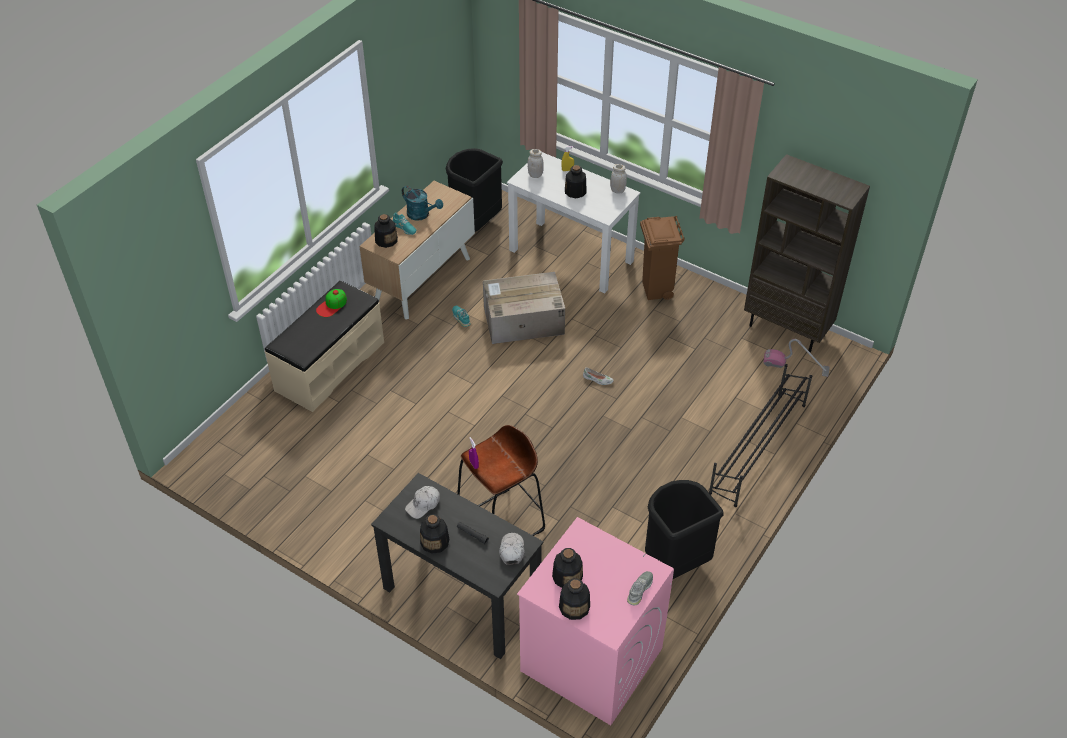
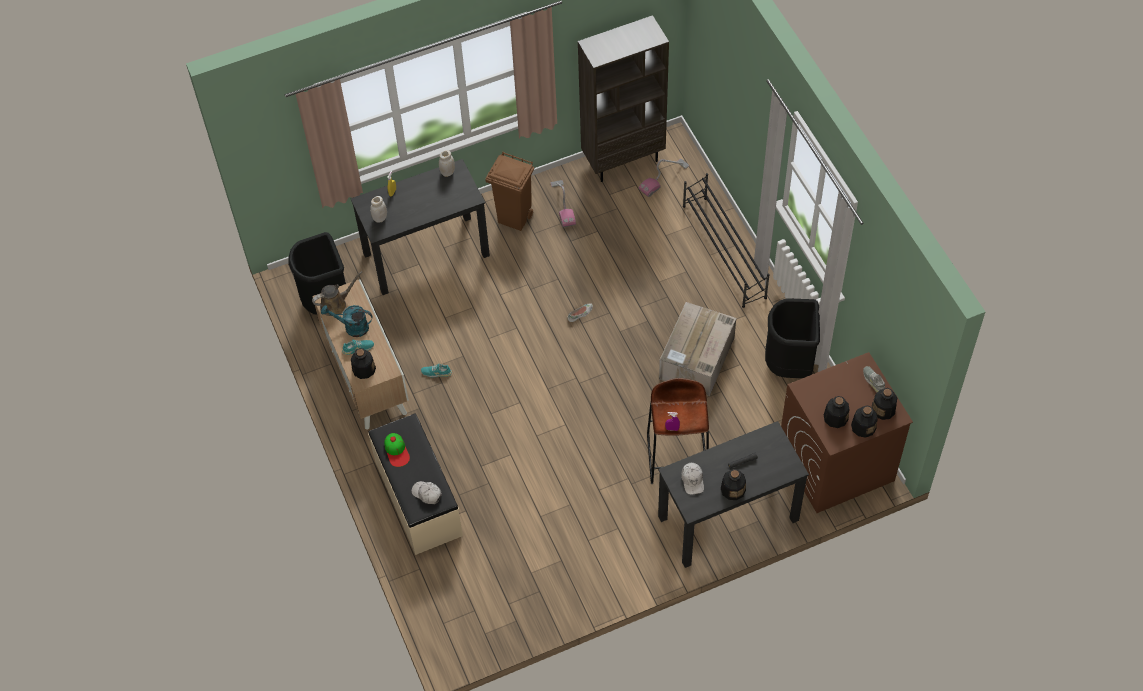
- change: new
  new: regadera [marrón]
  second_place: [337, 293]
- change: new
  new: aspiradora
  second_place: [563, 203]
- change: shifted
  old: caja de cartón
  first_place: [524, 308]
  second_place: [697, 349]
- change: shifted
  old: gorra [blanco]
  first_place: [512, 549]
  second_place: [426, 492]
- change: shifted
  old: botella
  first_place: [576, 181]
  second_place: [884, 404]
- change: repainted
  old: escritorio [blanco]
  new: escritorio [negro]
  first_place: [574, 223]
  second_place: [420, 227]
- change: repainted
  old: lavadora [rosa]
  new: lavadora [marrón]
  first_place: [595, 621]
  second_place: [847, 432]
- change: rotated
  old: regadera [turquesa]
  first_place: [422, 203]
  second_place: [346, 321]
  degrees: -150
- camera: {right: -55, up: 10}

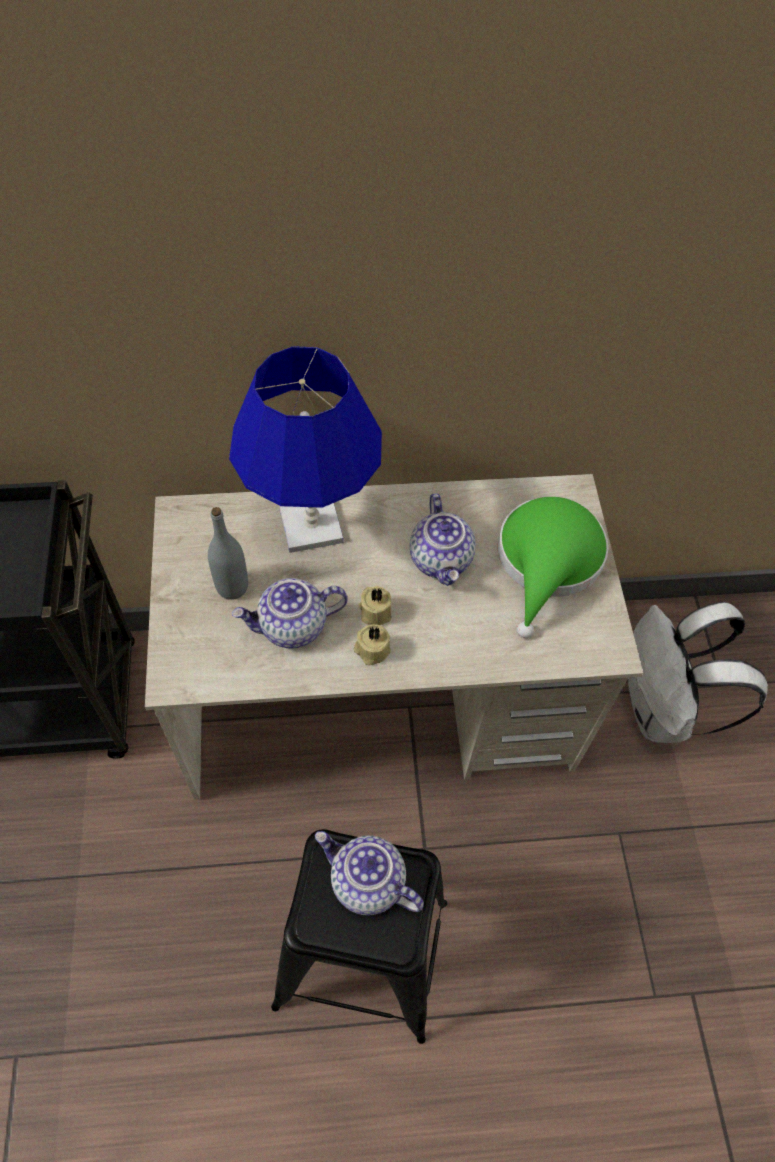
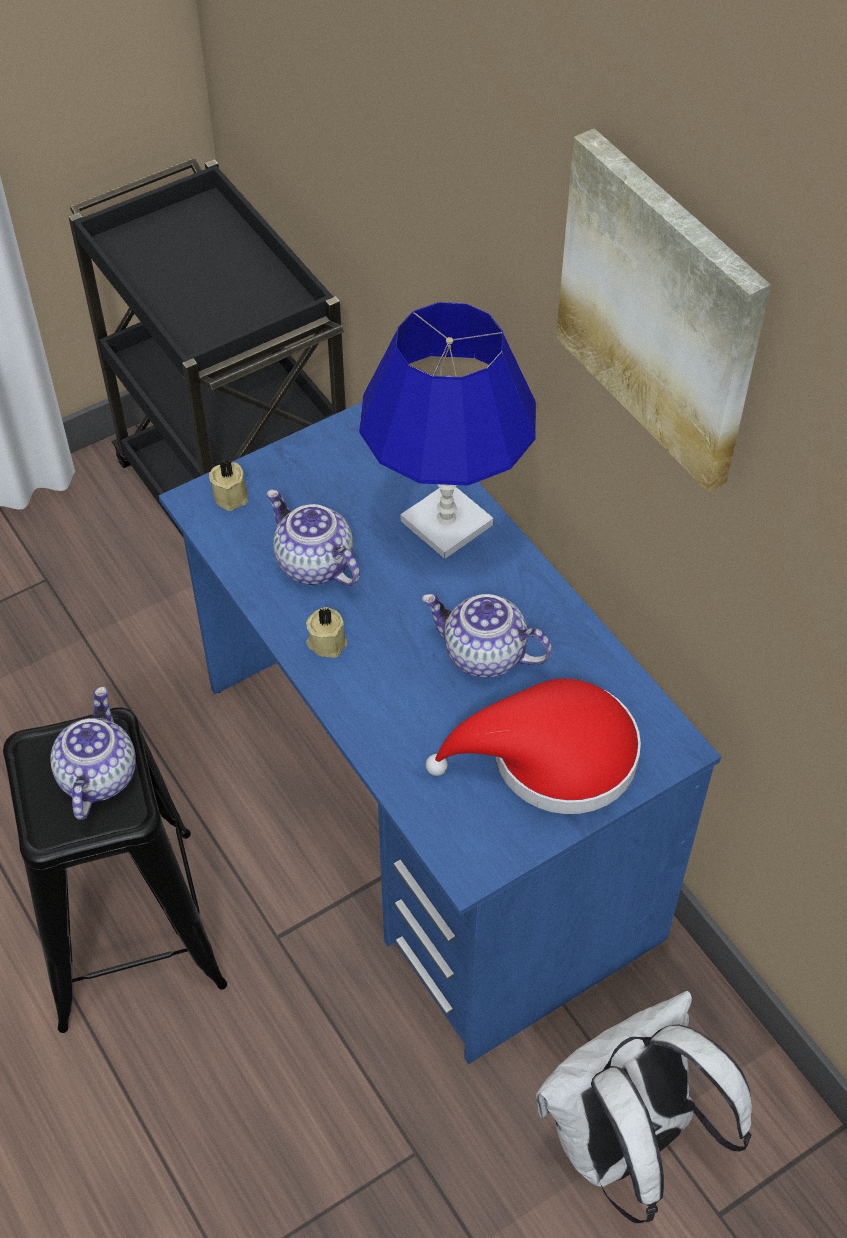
- change: gone
  old: botella [gris]
  first_place: [228, 553]
- change: new
  new: cuadro
  second_place: [663, 310]
- change: shifted
  old: vela [beis]
  first_place: [375, 605]
  second_place: [228, 485]
- change: repainted
  old: escritorio [beis]
  new: escritorio [azul]
  first_place: [394, 637]
  second_place: [440, 733]
- change: repainted
  old: sombrero [verde]
  new: sombrero [rojo]
  first_place: [553, 567]
  second_place: [533, 746]
- change: rotated
  old: tetera
  first_place: [443, 539]
  second_place: [487, 635]
  degrees: 60
- camera: {right: 65, up: -5}

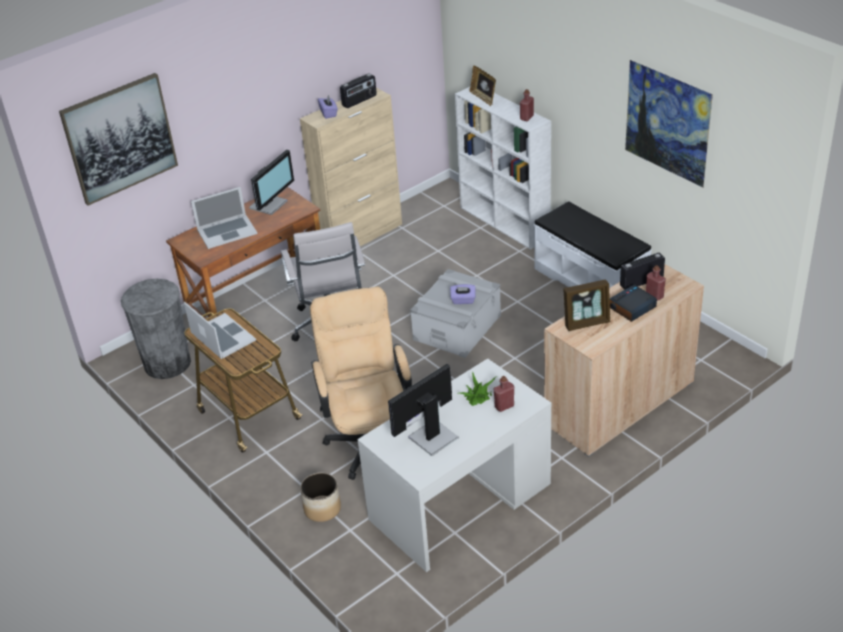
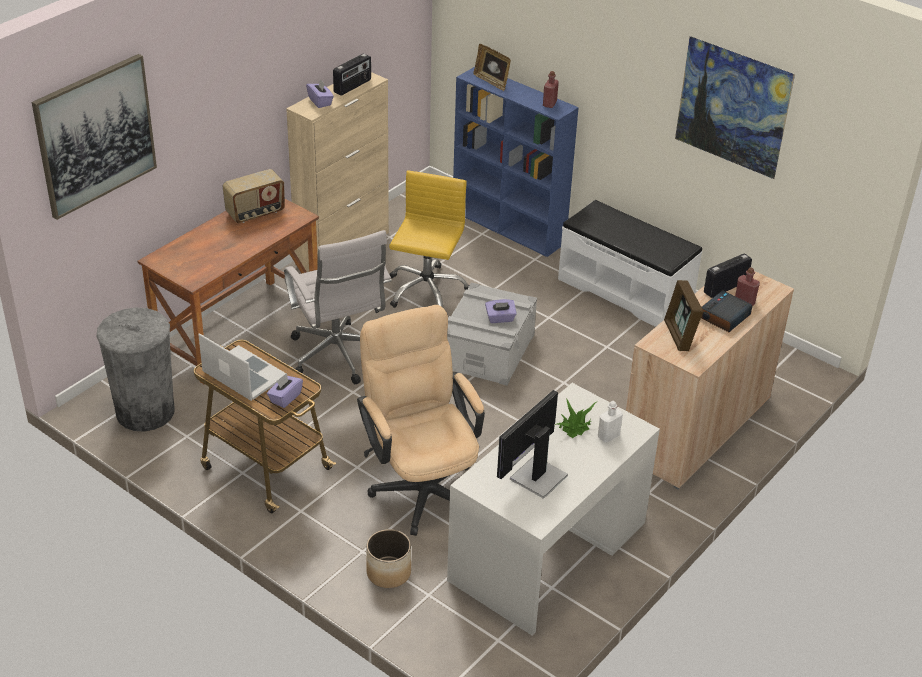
- change: gone
  old: portátil
  first_place: [224, 218]
- change: new
  new: caja de pañuelos [morado]
  second_place: [285, 391]
- change: new
  new: silla de oficina [amarillo]
  second_place: [429, 239]
- change: swapped
  old: monitor
  new: radio
  first_place: [271, 182]
  second_place: [254, 196]
- change: repainted
  old: estantería [blanco]
  new: estantería [azul]
  first_place: [503, 168]
  second_place: [516, 162]
- change: repainted
  old: botella [rojo]
  new: botella [blanco]
  first_place: [504, 394]
  second_place: [610, 422]
- change: rotated
  old: portarretratos
  first_place: [586, 305]
  second_place: [683, 315]
  degrees: 105
- camera: {right: -15, up: 0}

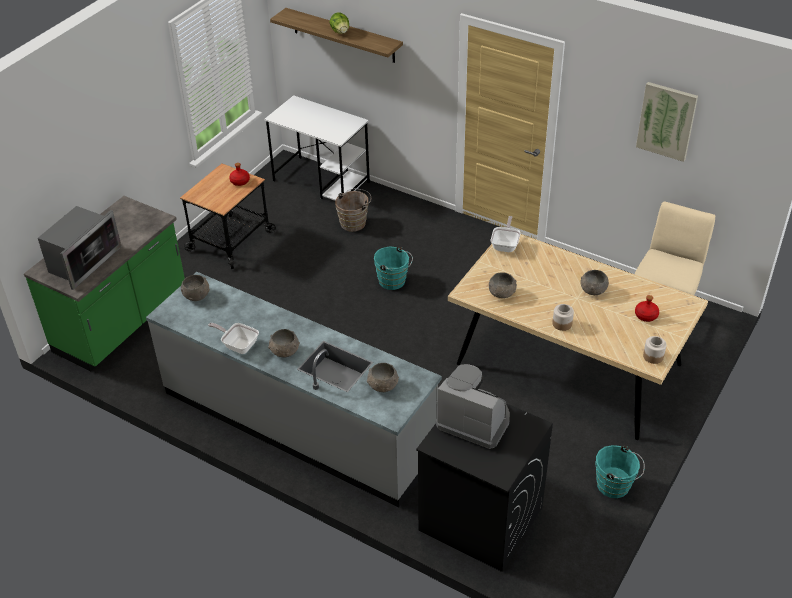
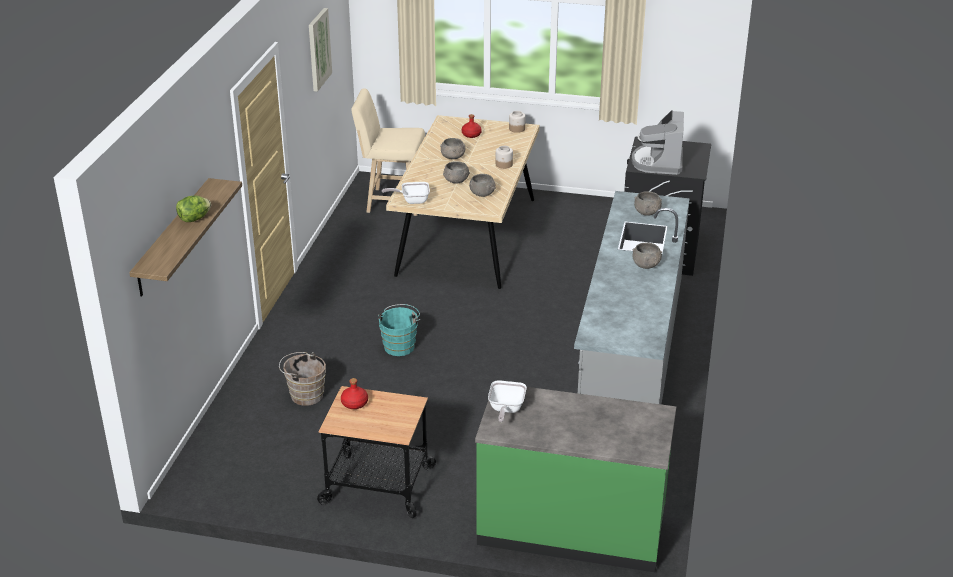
- change: gone
  old: microondas
  first_place: [80, 248]
- change: gone
  old: escritorio [blanco]
  first_place: [317, 148]
- change: gone
  old: cubo [turquesa]
  first_place: [620, 471]
- change: shifted
  old: cuenco [gris]
  first_place: [195, 288]
  second_place: [456, 172]
- change: shifted
  old: sartén
  first_place: [233, 338]
  second_place: [507, 401]
- camera: {right: -110, up: -10}

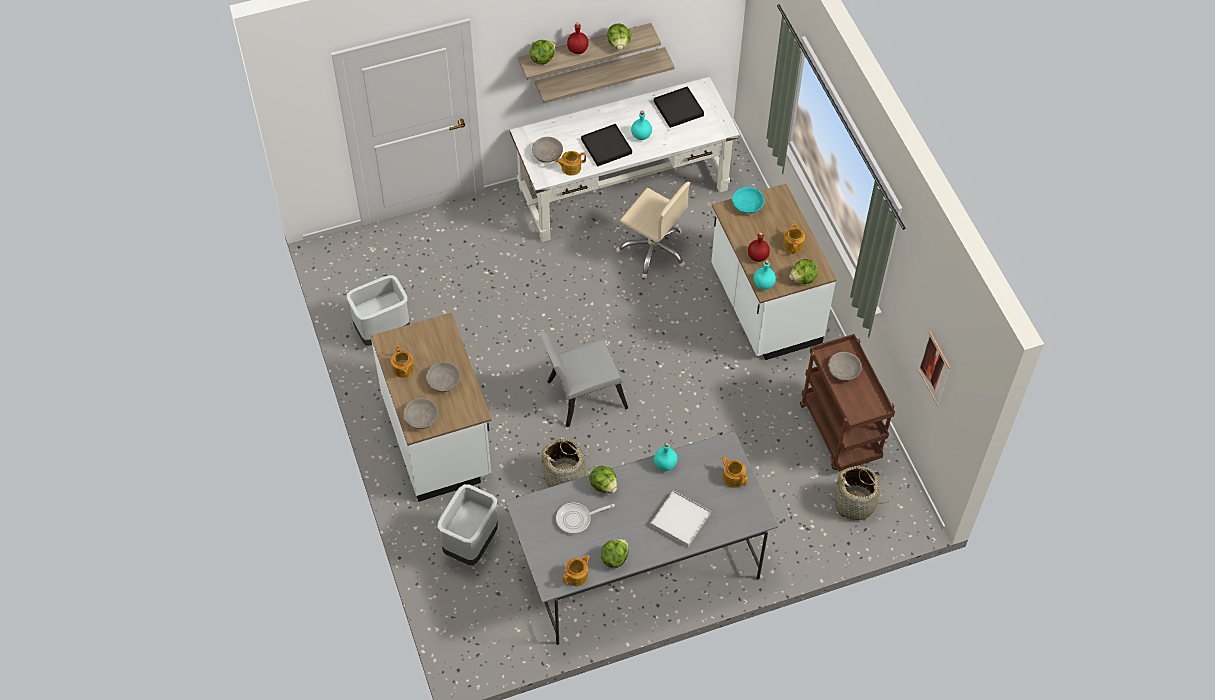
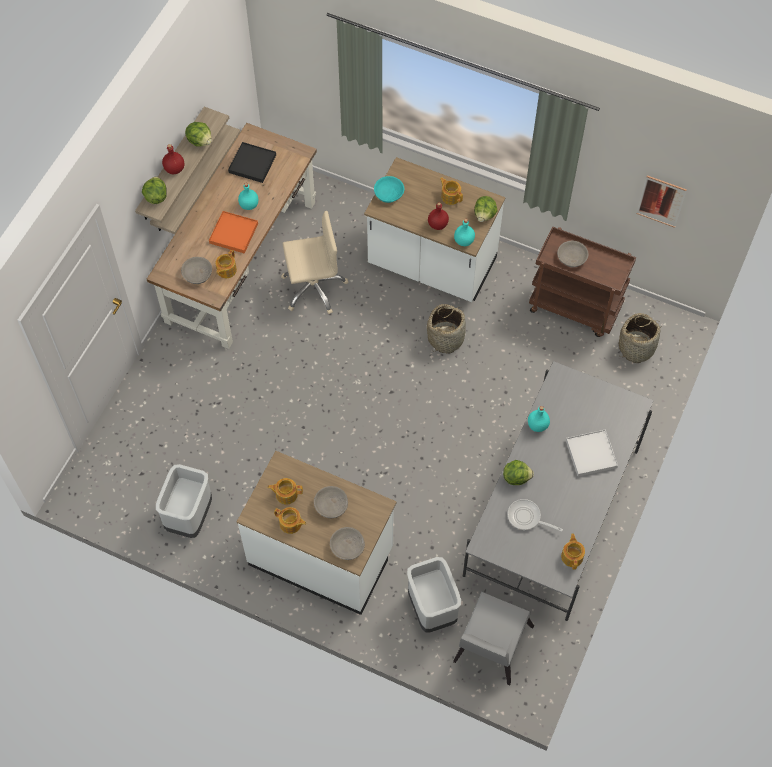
- change: gone
  old: lechuga
  first_place: [614, 553]
- change: shifted
  old: cesta
  first_place: [567, 462]
  second_place: [446, 328]
- change: shifted
  old: silla [gris]
  first_place: [583, 379]
  second_place: [493, 639]
- change: shifted
  old: tetera
  first_place: [734, 472]
  second_place: [285, 491]
- change: repainted
  old: escritorio [blanco]
  new: escritorio [marrón]
  first_place: [625, 159]
  second_place: [232, 236]
- change: repainted
  old: bandeja [negro]
  new: bandeja [naranja]
  first_place: [606, 145]
  second_place: [233, 232]
- change: rotated
  old: sartén
  first_place: [585, 518]
  second_place: [535, 515]
  degrees: 90
- camera: {right: -45, up: 5}

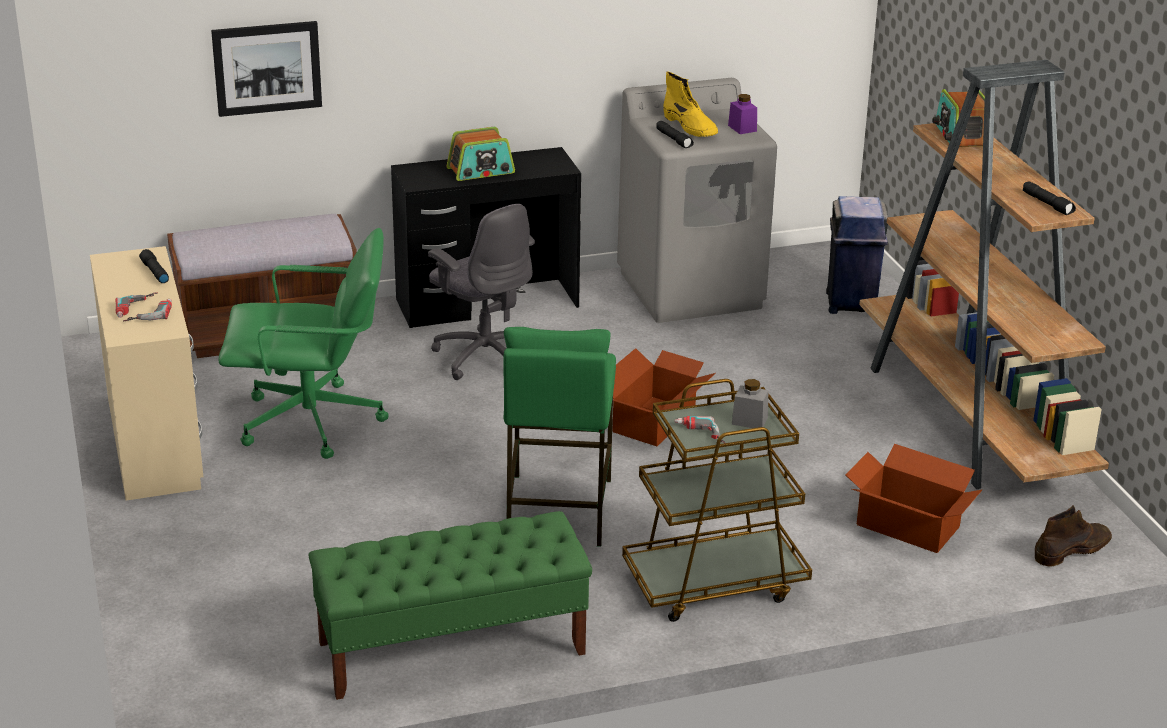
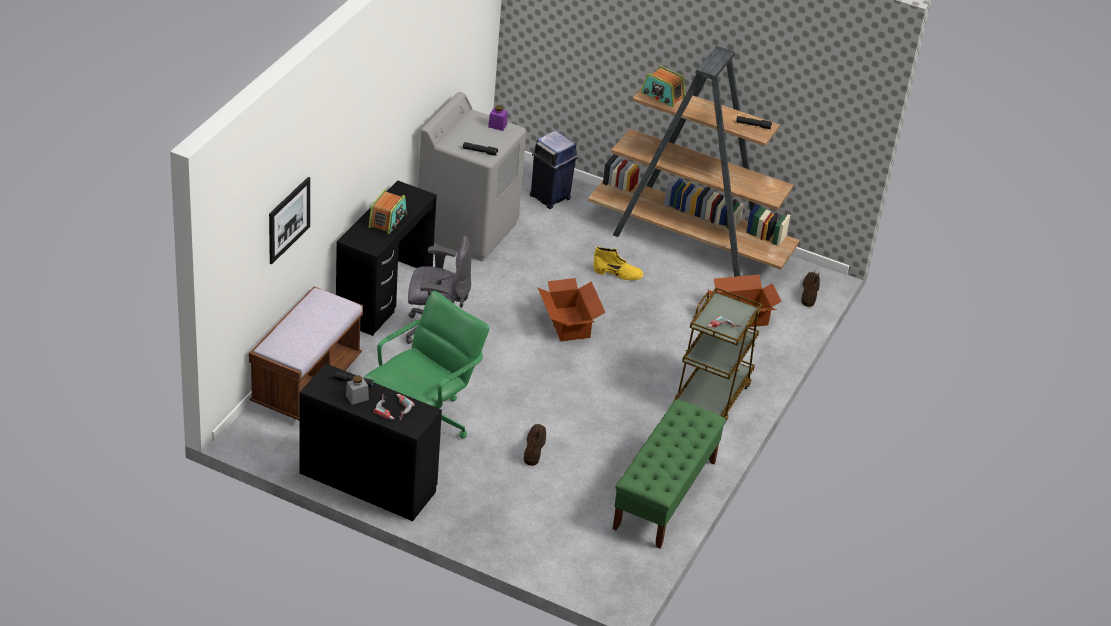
- change: gone
  old: taburete [verde]
  first_place: [559, 437]
- change: new
  new: bota [marrón]
  second_place: [535, 445]
- change: shifted
  old: bota [amarillo]
  first_place: [690, 104]
  second_place: [618, 263]
- change: shifted
  old: tarro [gris]
  first_place: [750, 403]
  second_place: [357, 390]
- change: repainted
  old: escritorio [beis]
  new: escritorio [negro]
  first_place: [146, 373]
  second_place: [371, 442]
- camera: {right: -50, up: 10}

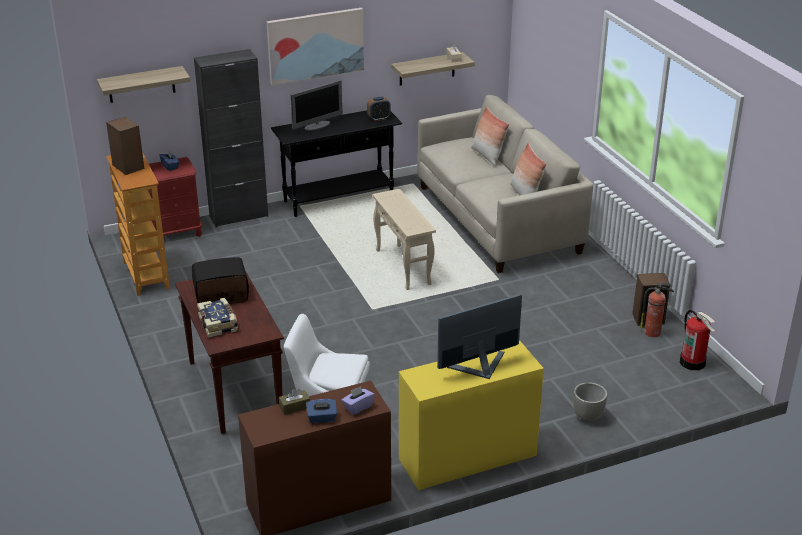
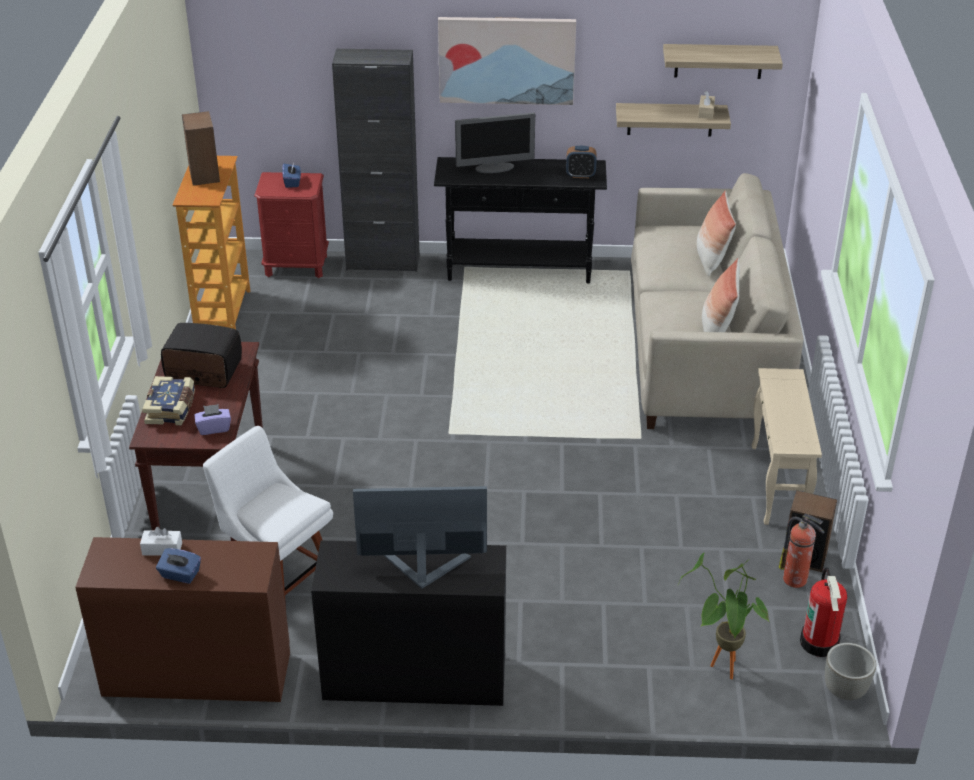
- change: new
  new: planta en maceta
  second_place: [723, 615]
- change: shifted
  old: estante
  first_place: [143, 84]
  second_place: [723, 61]
- change: shifted
  old: caja de pañuelos [morado]
  first_place: [358, 400]
  second_place: [213, 419]
- change: shifted
  old: mesa auxiliar [beis]
  first_place: [404, 239]
  second_place: [787, 446]
- change: shifted
  old: maceta [gris]
  first_place: [590, 402]
  second_place: [850, 671]
- change: repainted
  old: caja de pañuelos [marrón]
  new: caja de pañuelos [blanco]
  first_place: [294, 402]
  second_place: [161, 541]
- change: repainted
  old: escritorio [amarillo]
  new: escritorio [negro]
  first_place: [471, 415]
  second_place: [408, 623]
- camera: {right: 25, up: 5}

